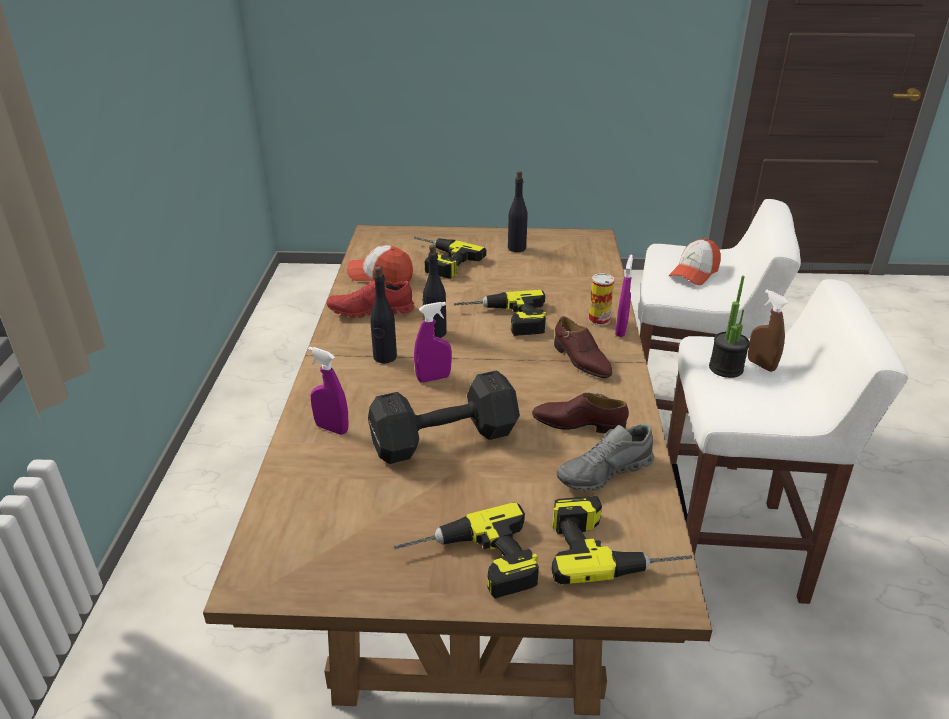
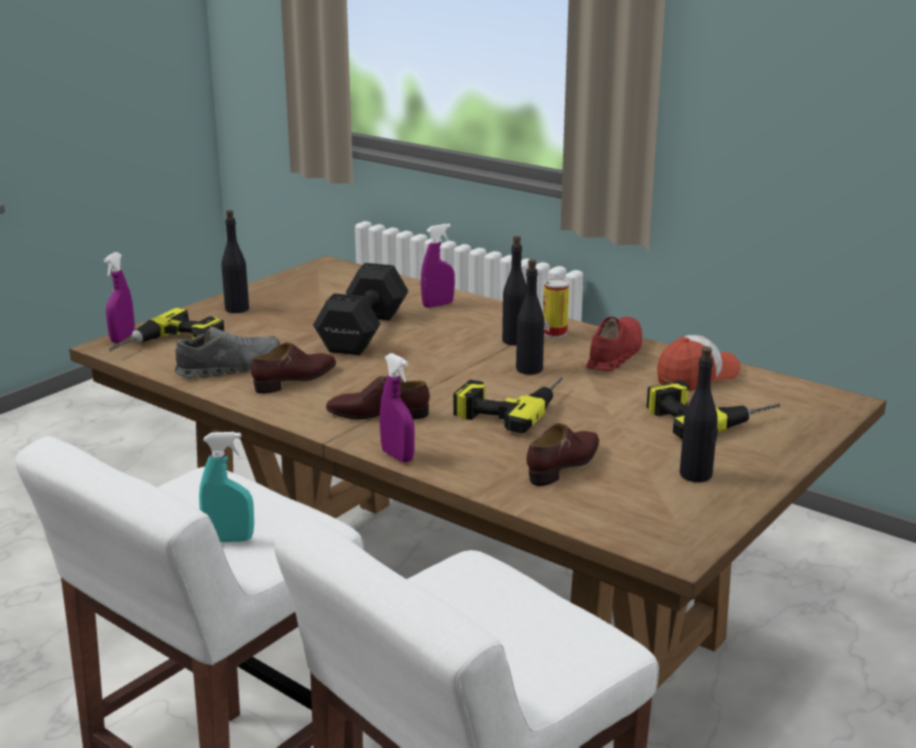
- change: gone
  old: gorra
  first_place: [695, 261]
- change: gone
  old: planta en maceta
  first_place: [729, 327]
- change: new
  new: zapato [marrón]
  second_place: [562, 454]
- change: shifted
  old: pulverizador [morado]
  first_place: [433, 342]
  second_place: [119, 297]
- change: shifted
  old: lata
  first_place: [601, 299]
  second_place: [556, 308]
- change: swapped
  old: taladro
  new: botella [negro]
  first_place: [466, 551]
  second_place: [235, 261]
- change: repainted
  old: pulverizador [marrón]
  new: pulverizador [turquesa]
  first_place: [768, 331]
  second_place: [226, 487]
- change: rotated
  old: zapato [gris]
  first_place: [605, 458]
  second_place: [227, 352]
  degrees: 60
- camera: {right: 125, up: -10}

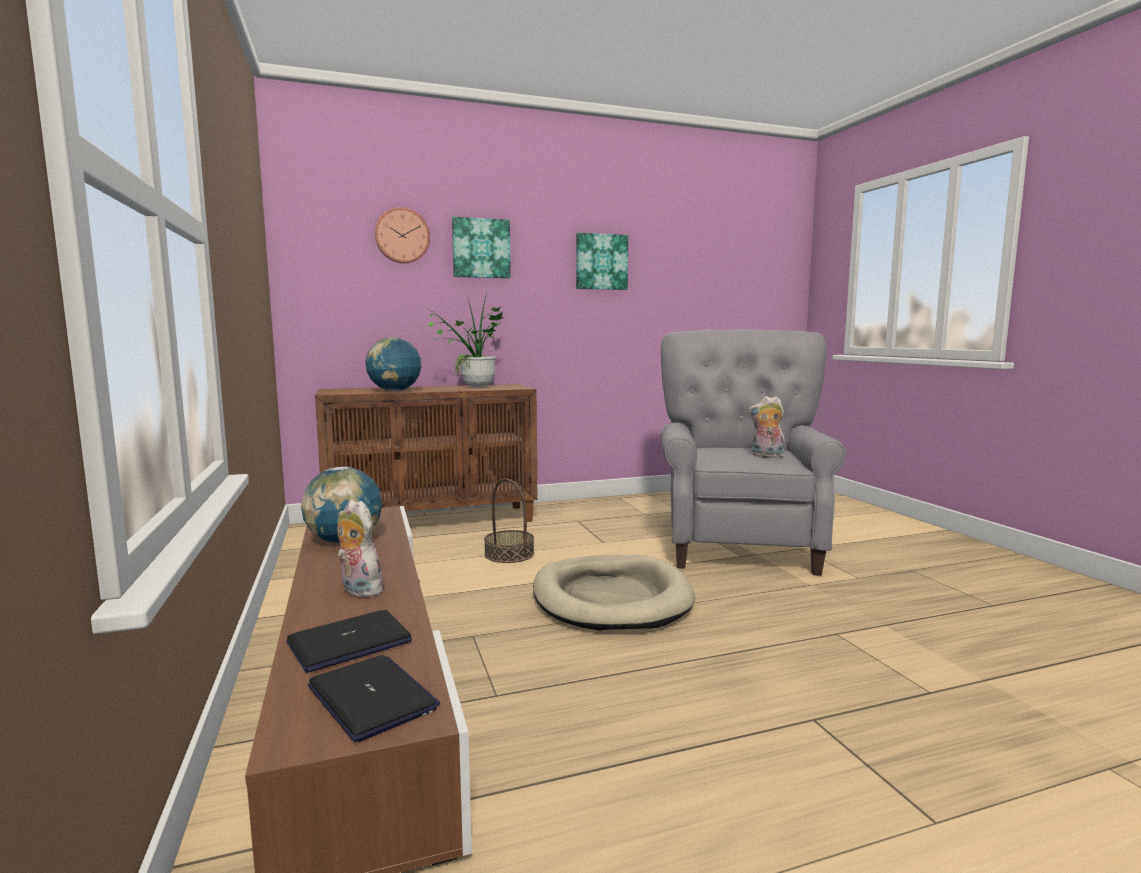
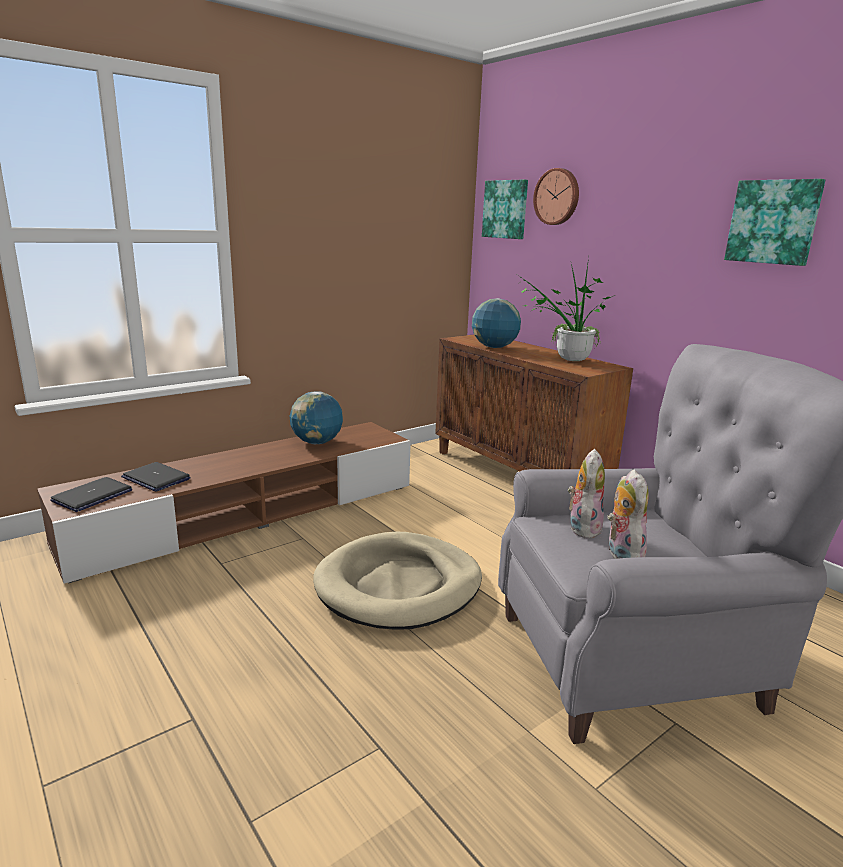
- change: gone
  old: cesta
  first_place: [509, 520]
- change: shifted
  old: peluche
  first_place: [360, 548]
  second_place: [586, 494]
- change: shifted
  old: cuadro
  first_place: [481, 248]
  second_place: [505, 209]
- camera: {right: 70, up: 10}

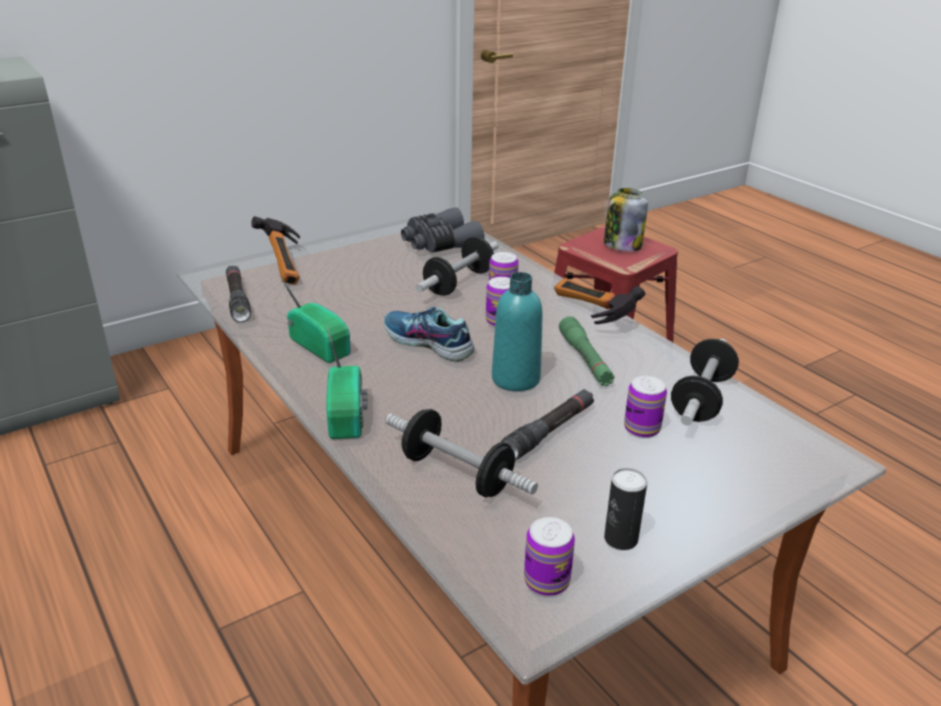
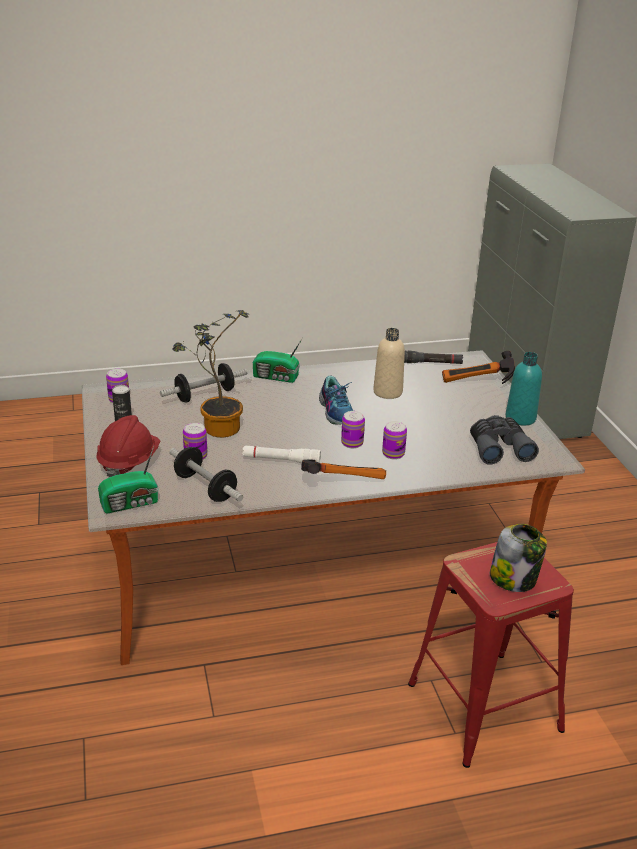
- change: gone
  old: mancuerna
  first_place: [457, 266]
- change: new
  new: casco [rojo]
  second_place: [128, 446]
- change: new
  new: botella [beis]
  second_place: [389, 363]
- change: shifted
  old: radio
  first_place: [314, 318]
  second_place: [128, 480]
- change: shifted
  old: botella [turquesa]
  first_place: [517, 331]
  second_place: [524, 388]
- change: swapped
  old: linterna [negro]
  new: planta en maceta
  first_place: [547, 424]
  second_place: [210, 373]
- change: repainted
  old: linterna [verde]
  new: linterna [blanco]
  first_place: [586, 351]
  second_place: [281, 454]
- change: rotated
  old: zapato
  first_place: [429, 334]
  second_place: [336, 400]
  degrees: 105
- camera: {right: 110, up: 0}

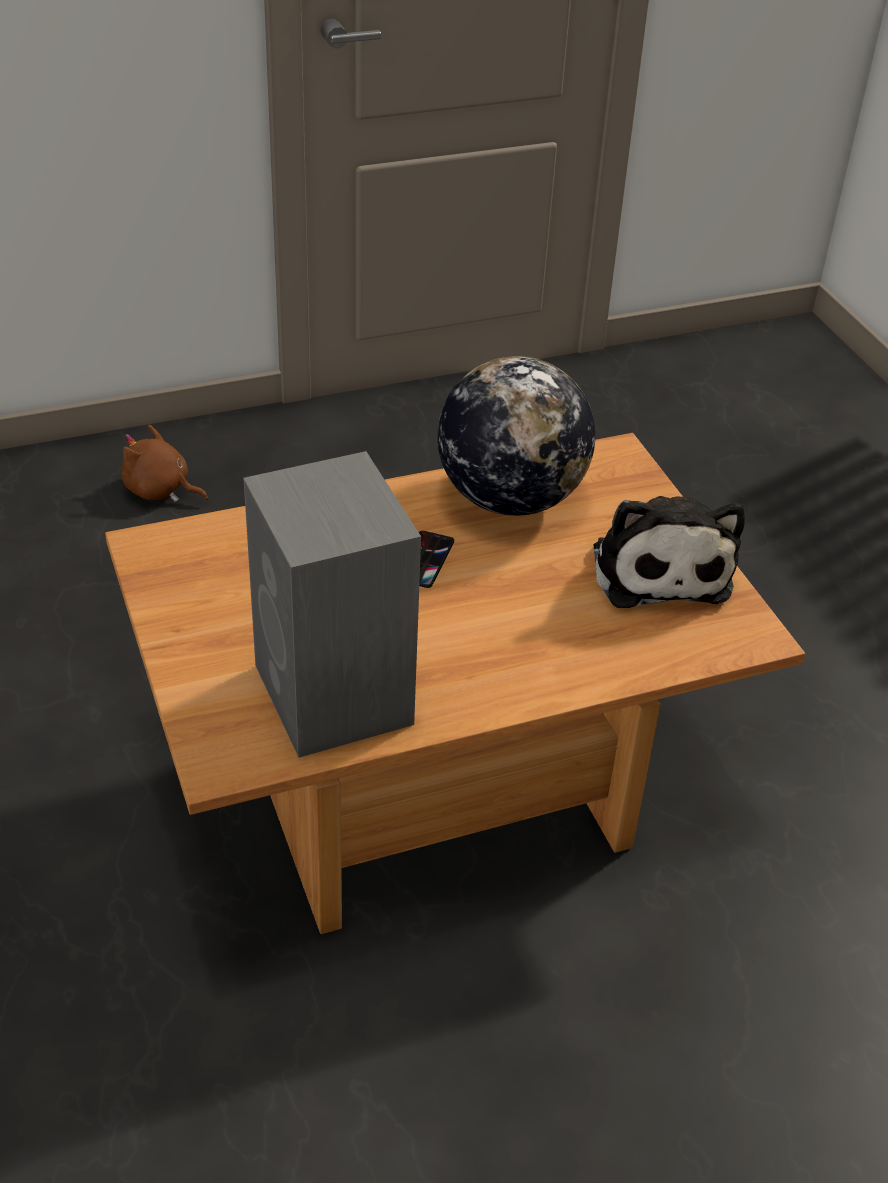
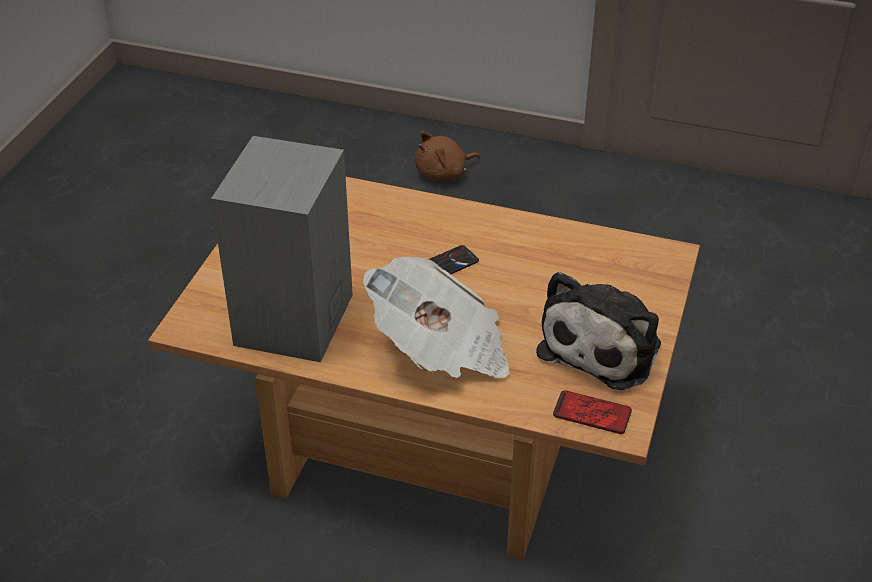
- change: gone
  old: globo terráqueo
  first_place: [516, 436]
- change: new
  new: periódico
  second_place: [436, 317]
- change: new
  new: móvil
  second_place: [592, 412]
- change: rotated
  old: peluche [marrón]
  first_place: [164, 463]
  second_place: [447, 156]
  degrees: -90
- camera: {right: 40, up: 0}

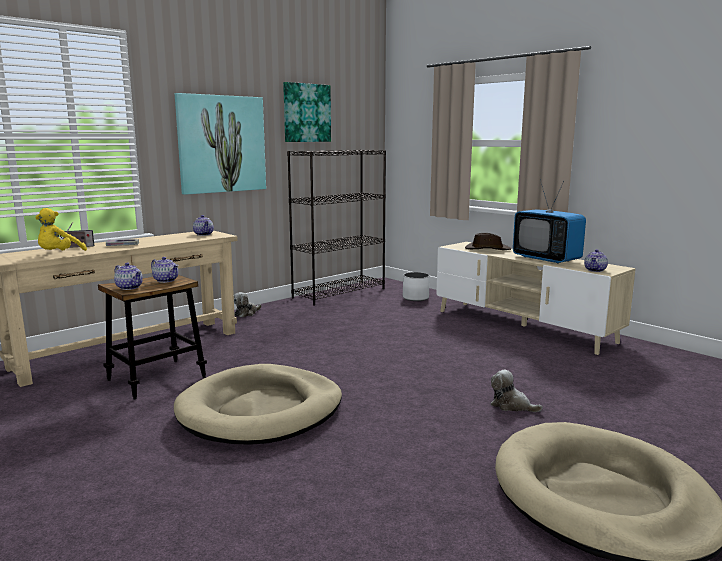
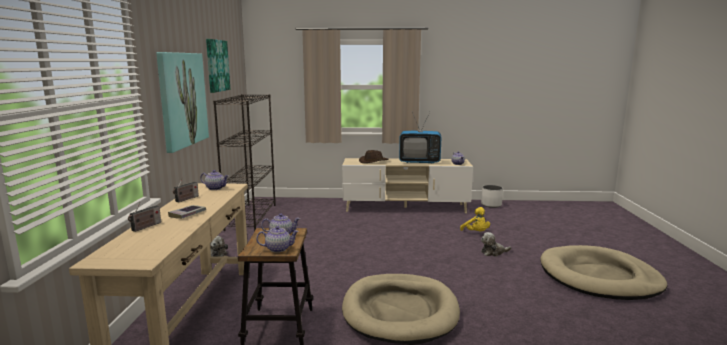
- change: new
  new: radio
  second_place: [186, 190]
- change: shifted
  old: peluche [amarillo]
  first_place: [61, 229]
  second_place: [475, 219]
- change: shifted
  old: maceta [blanco]
  first_place: [416, 286]
  second_place: [492, 196]
- camera: {right: -45, up: 0}

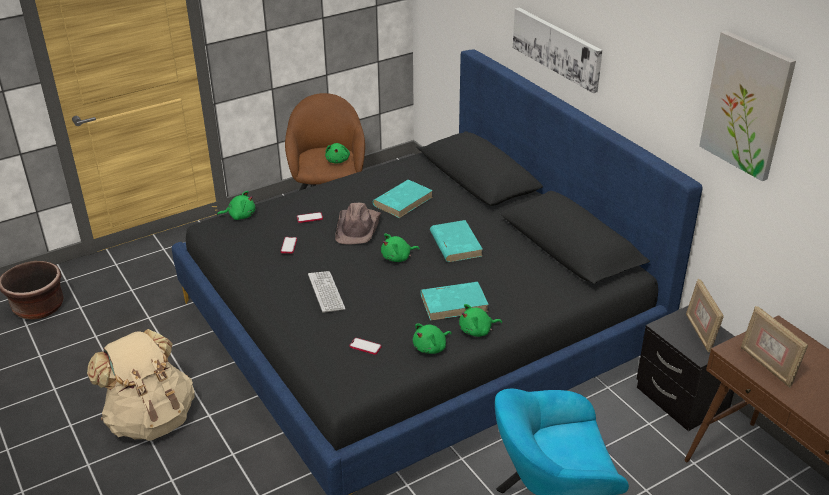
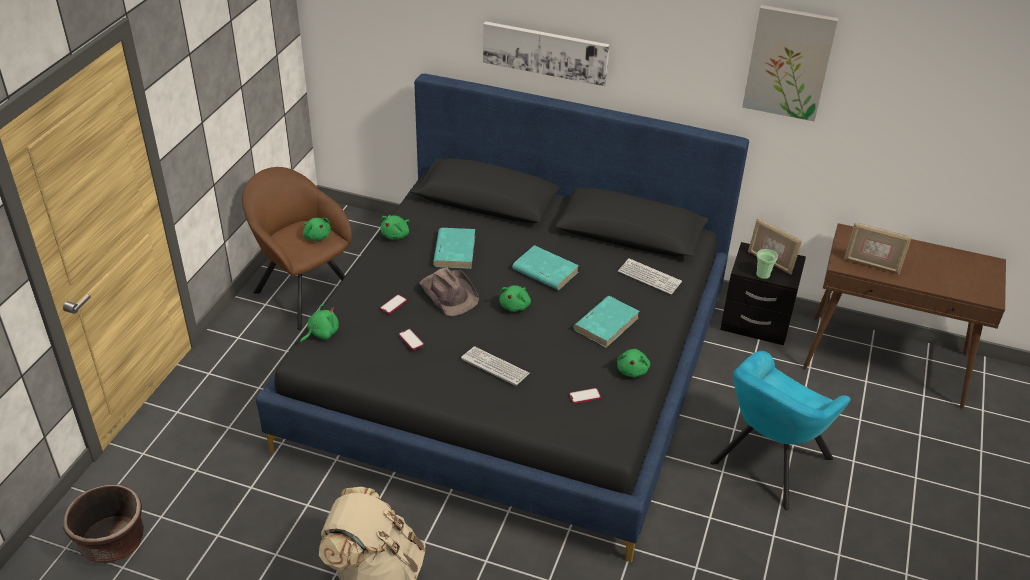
- change: new
  new: teclado
  second_place: [650, 276]
- change: new
  new: taza
  second_place: [767, 264]
- change: shifted
  old: peluche [verde]
  first_place: [480, 320]
  second_place: [395, 227]
- camera: {right: -40, up: 5}

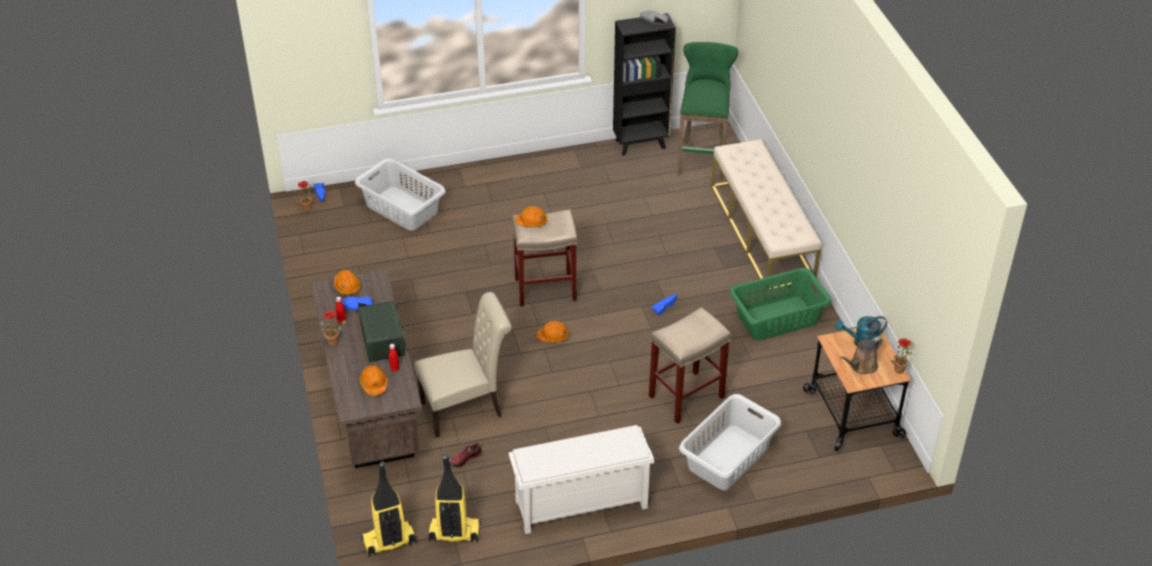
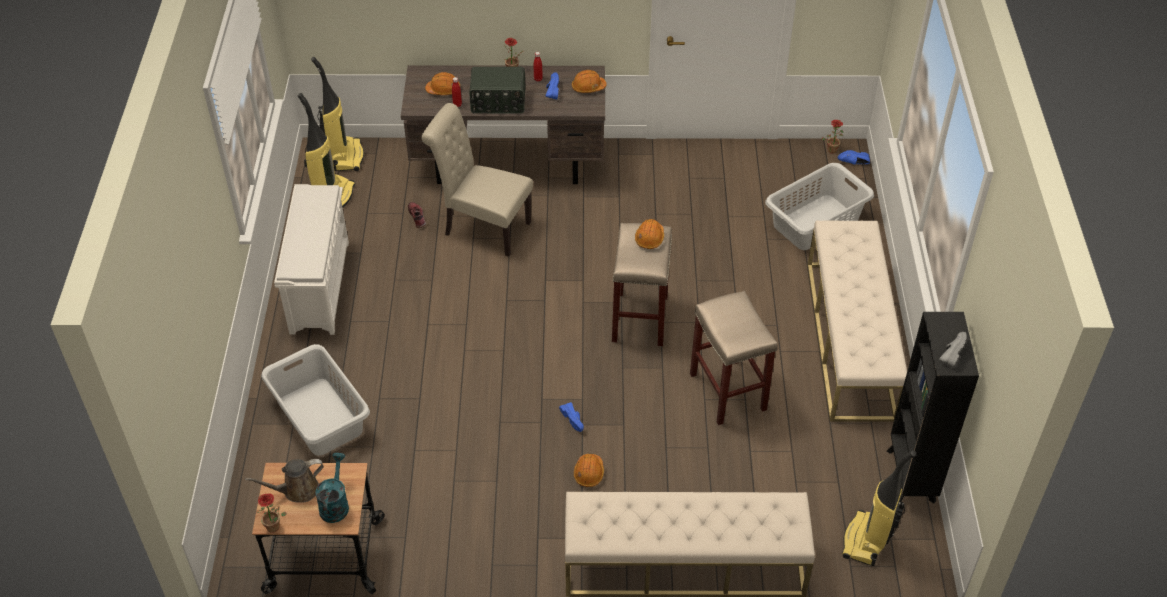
- change: gone
  old: cesto de la ropa [verde]
  first_place: [780, 304]
- change: new
  new: banco [beis]
  second_place: [857, 321]
- change: shifted
  old: casco [naranja]
  first_place: [553, 331]
  second_place: [589, 470]
- change: shifted
  old: taburete [beis]
  first_place: [690, 365]
  second_place: [734, 358]
- change: swapped
  old: taburete [verde]
  new: aspiradora
  first_place: [707, 111]
  second_place: [879, 508]
- change: rotated
  old: silla [beis]
  first_place: [463, 365]
  second_place: [477, 180]
  degrees: 120
- change: rotated
  old: regadera [marrón]
  first_place: [861, 355]
  second_place: [284, 481]
  degrees: -90
- camera: {right: 105, up: 5}

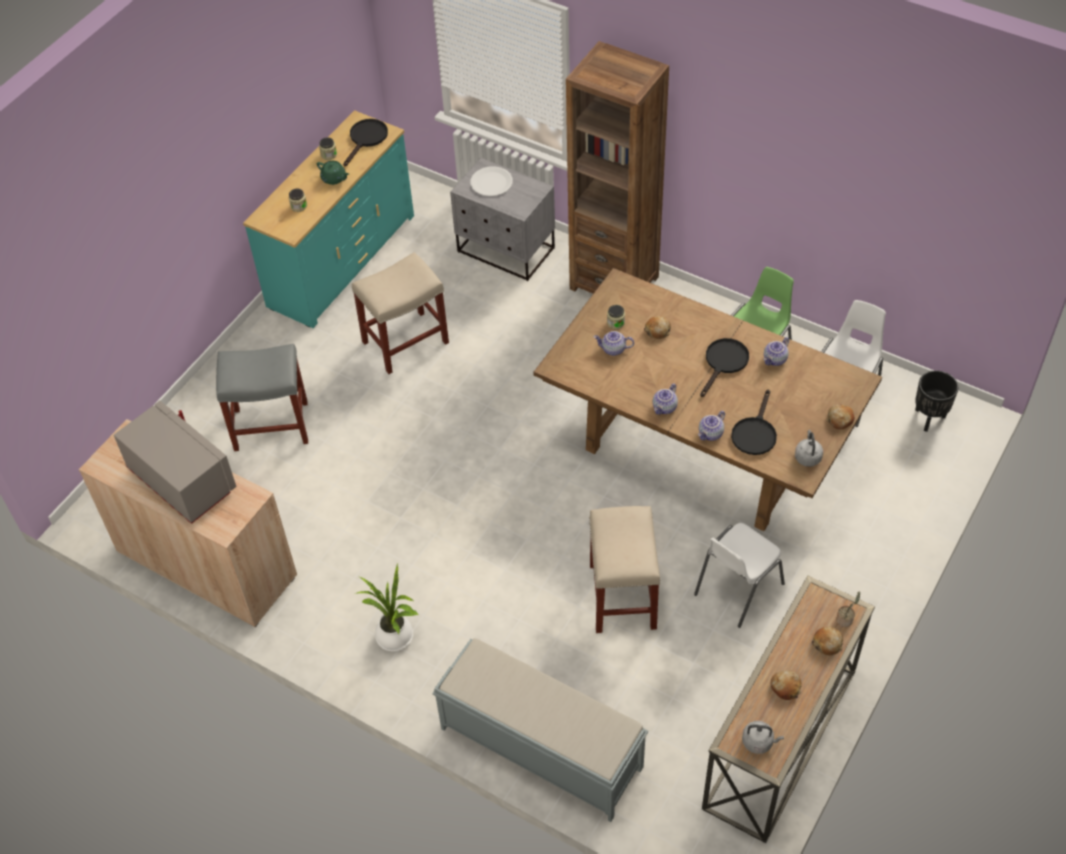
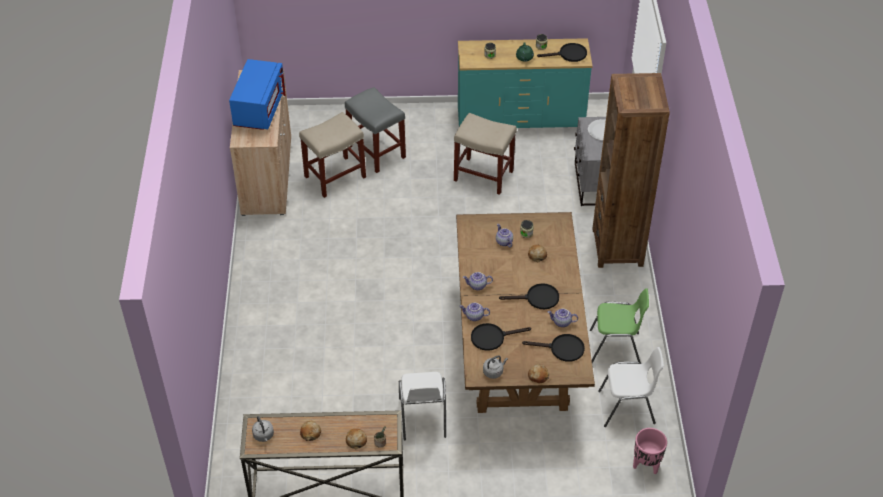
- change: gone
  old: planta en maceta
  first_place: [387, 607]
- change: gone
  old: banco [gris]
  first_place: [540, 730]
- change: new
  new: sartén [negro]
  second_place: [553, 348]
- change: shifted
  old: taburete [beis]
  first_place: [625, 569]
  second_place: [332, 155]
- change: repainted
  old: microondas [gris]
  new: microondas [azul]
  first_place: [175, 462]
  second_place: [257, 94]
- change: repainted
  old: maceta [negro]
  new: maceta [rosa]
  first_place: [936, 401]
  second_place: [650, 451]
- change: rotated
  old: silla [blanco]
  first_place: [739, 575]
  second_place: [422, 406]
  degrees: -105
- camera: {right: 55, up: -5}

